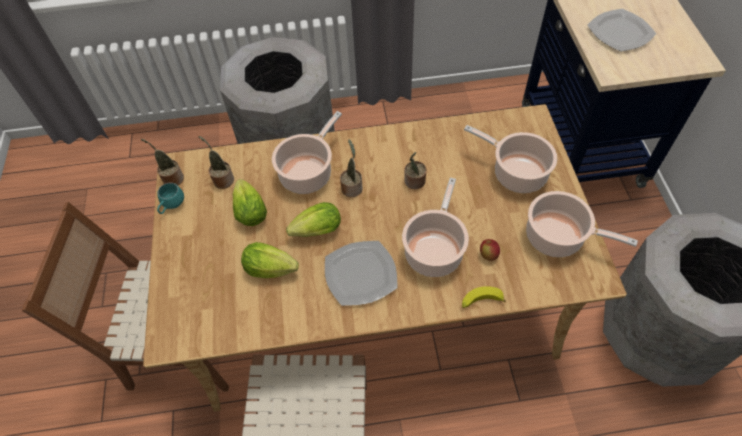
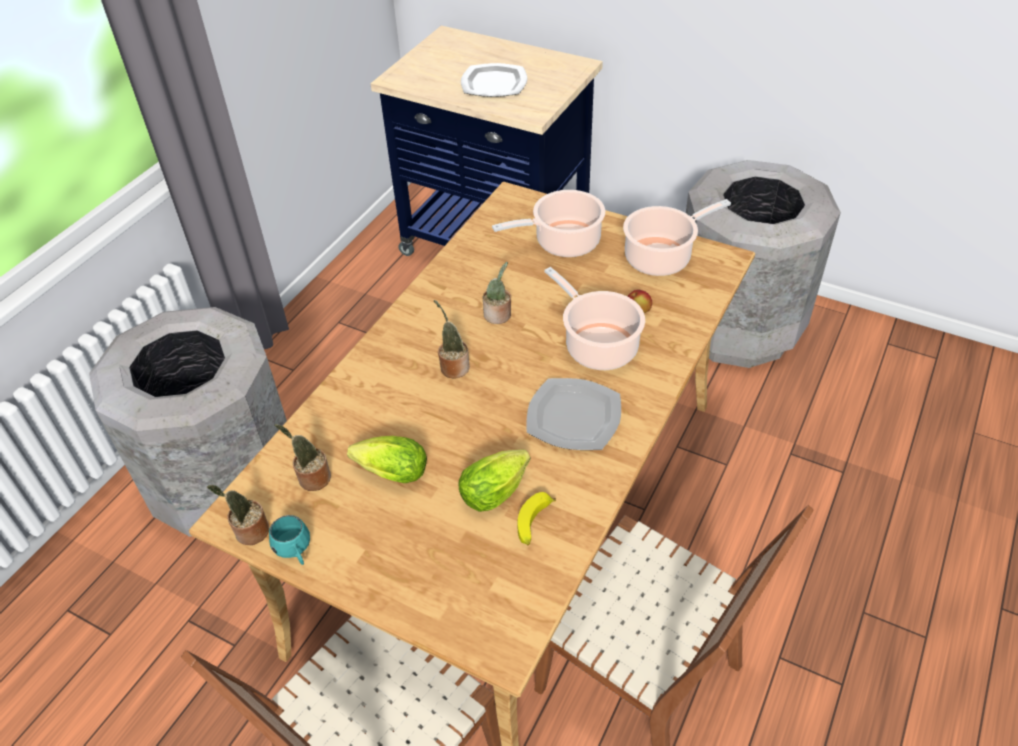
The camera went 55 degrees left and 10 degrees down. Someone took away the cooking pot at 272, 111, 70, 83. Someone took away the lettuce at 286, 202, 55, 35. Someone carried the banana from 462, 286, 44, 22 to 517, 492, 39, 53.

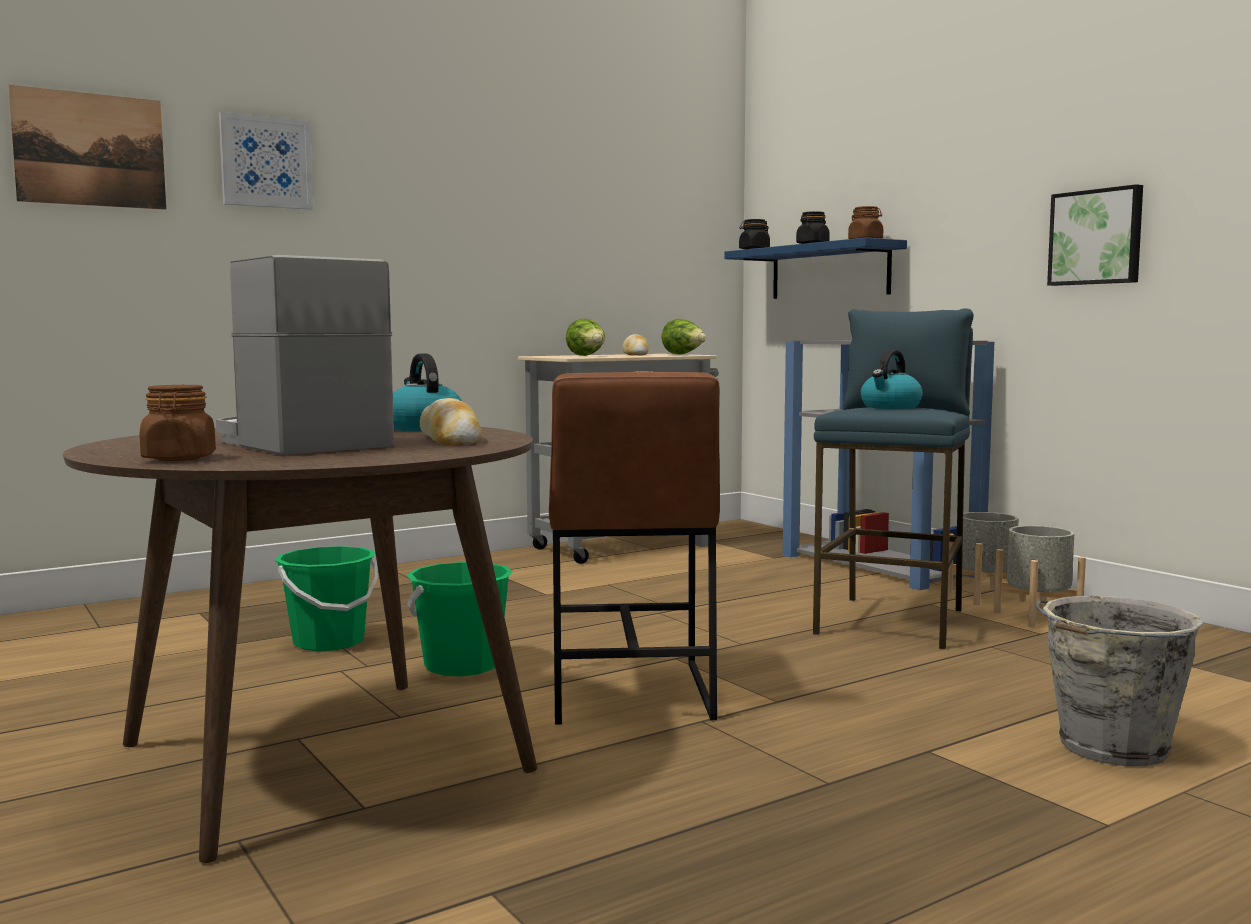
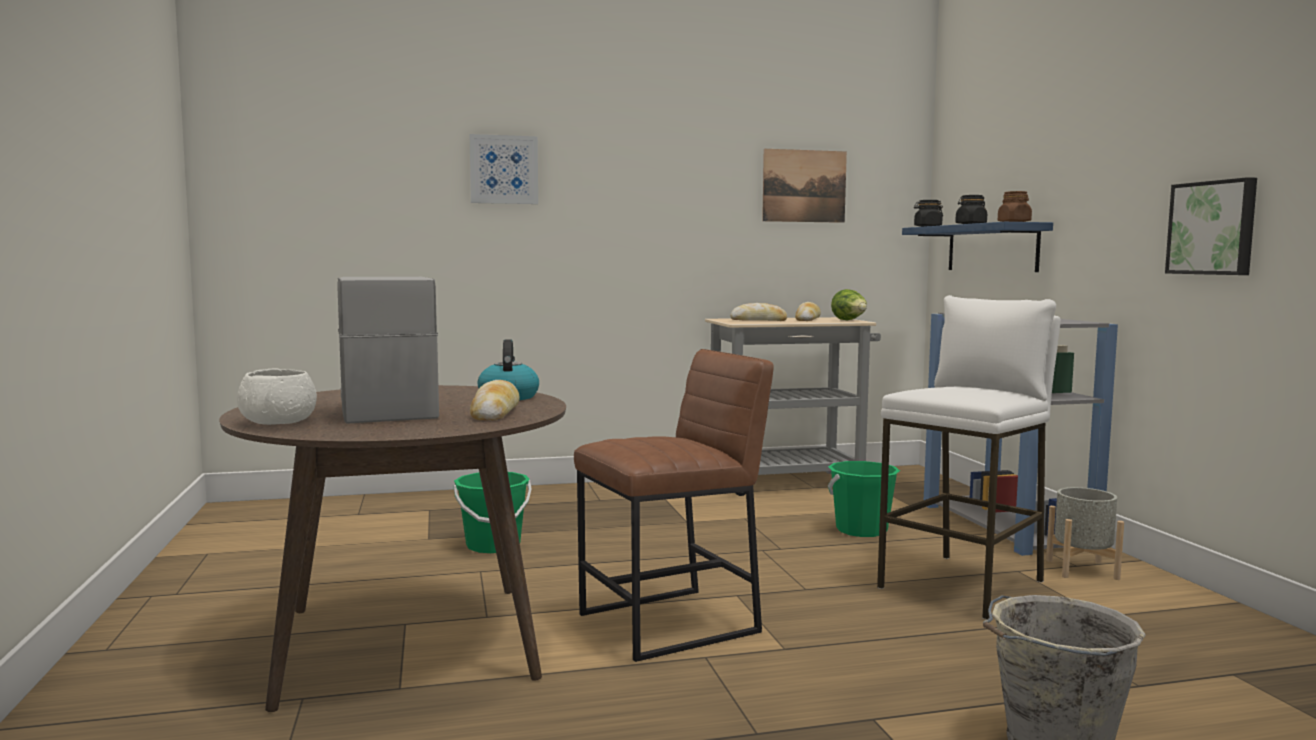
The camera went 20 degrees right and 0 degrees up. Someone carried the picture from 8, 85, 158, 125 to 762, 149, 85, 74. Someone repainted the stool (blue) at 813, 308, 161, 341, which became the stool (white) at 877, 295, 184, 325. Someone swapped the lettuce at 566, 319, 39, 37 for the bread at 730, 303, 57, 18. Someone took away the kettle at 861, 349, 62, 60. Someone rotated the chair (brown) at 549, 372, 171, 353 by 135 degrees counterclockwise. Someone swapped the jar (brown) at 140, 385, 76, 76 for the bowl (white) at 237, 369, 80, 56. Someone took away the planter (grey) at 994, 526, 92, 101. Someone carried the bucket (green) from 407, 562, 106, 115 to 828, 461, 72, 76.

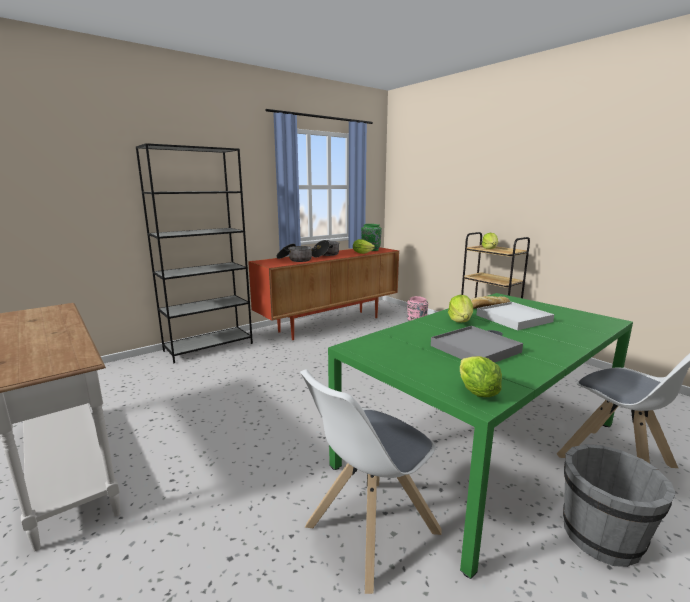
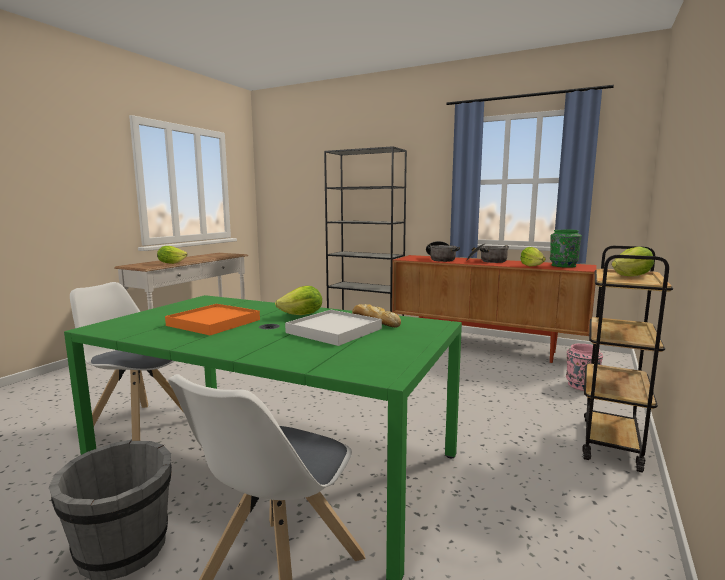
The camera went 65 degrees right and 5 degrees down. Someone repainted the tray (grey) at 431, 326, 92, 37, which became the tray (orange) at 165, 304, 95, 31. Someone carried the lettuce from 460, 356, 42, 41 to 157, 246, 30, 18.

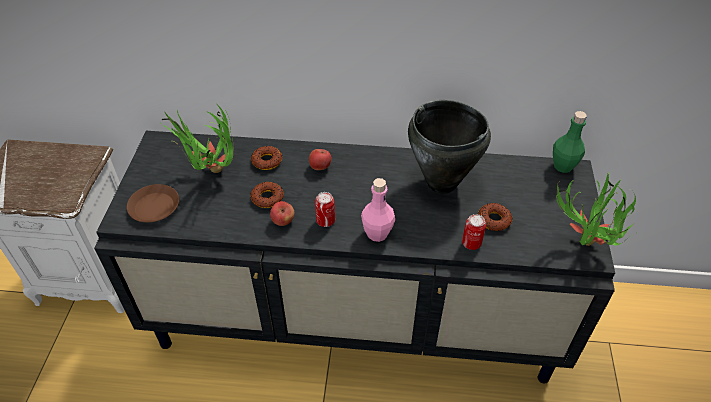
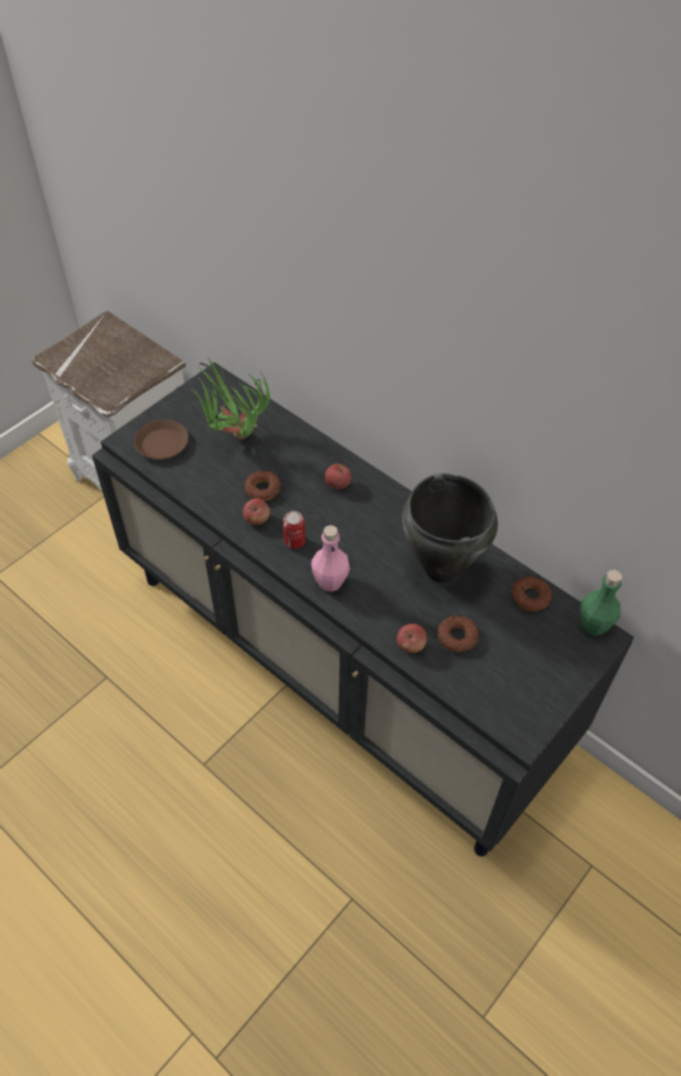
The camera went 35 degrees right and 5 degrees up. Someone carried the donut from 251, 146, 31, 24 to 512, 577, 40, 34. Someone took away the potted plant at 556, 172, 80, 74. Someone swapped the can at 462, 214, 24, 36 for the apple at 397, 624, 30, 29.

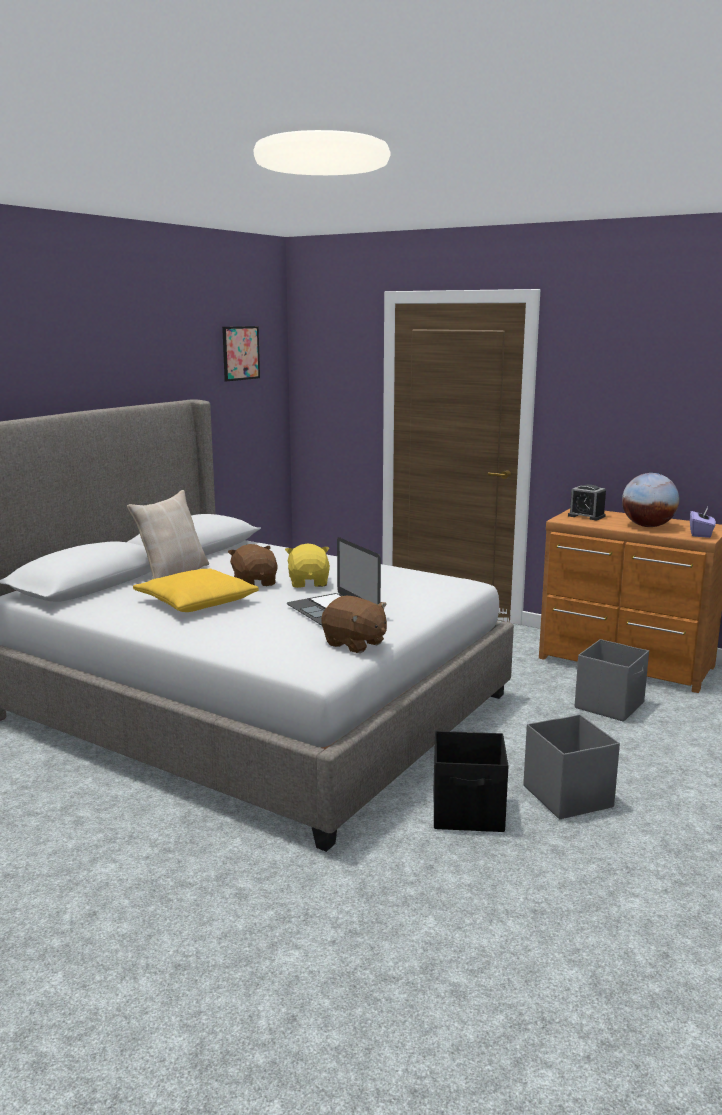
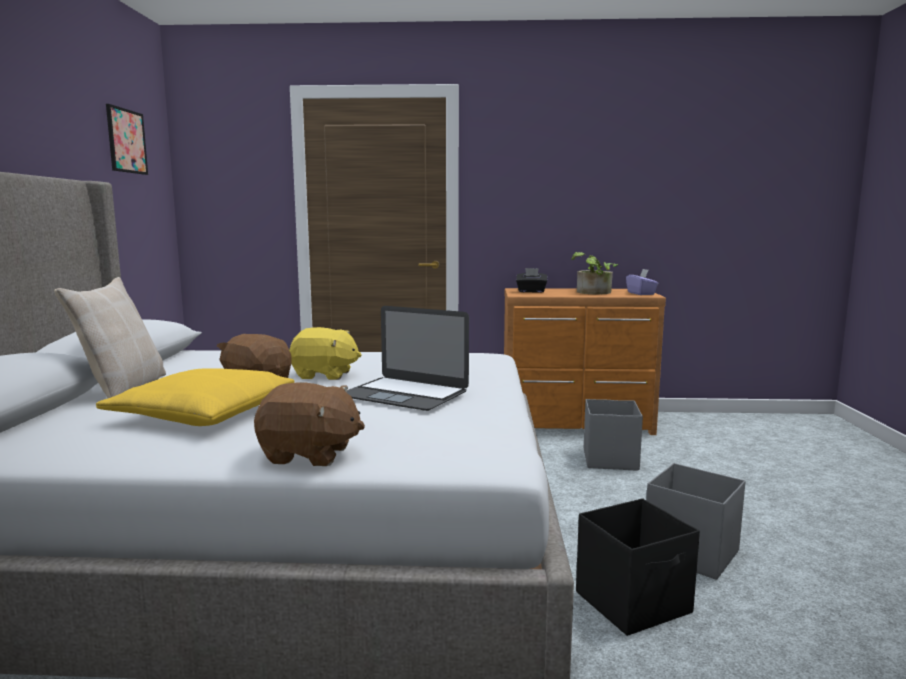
The camera went 30 degrees left and 5 degrees down. Someone swapped the globe at 622, 473, 57, 54 for the potted plant at 572, 252, 46, 43. Someone swapped the alarm clock at 568, 484, 38, 36 for the tissue box (black) at 516, 268, 31, 25. Someone rotated the plush toy (yellow) at 285, 543, 45, 45 by 135 degrees clockwise. Someone carried the plush toy (brown) from 321, 596, 66, 57 to 254, 383, 111, 83.

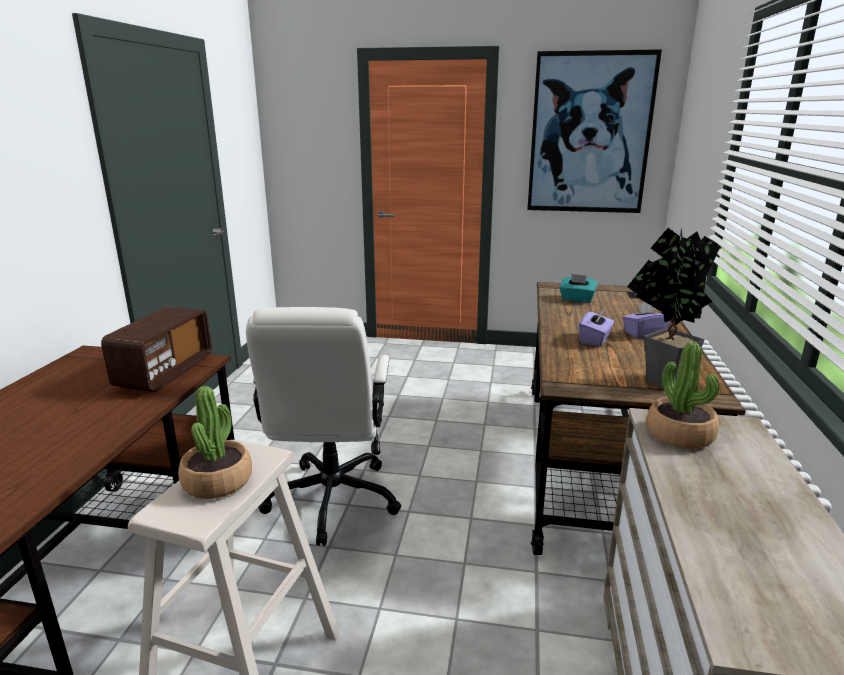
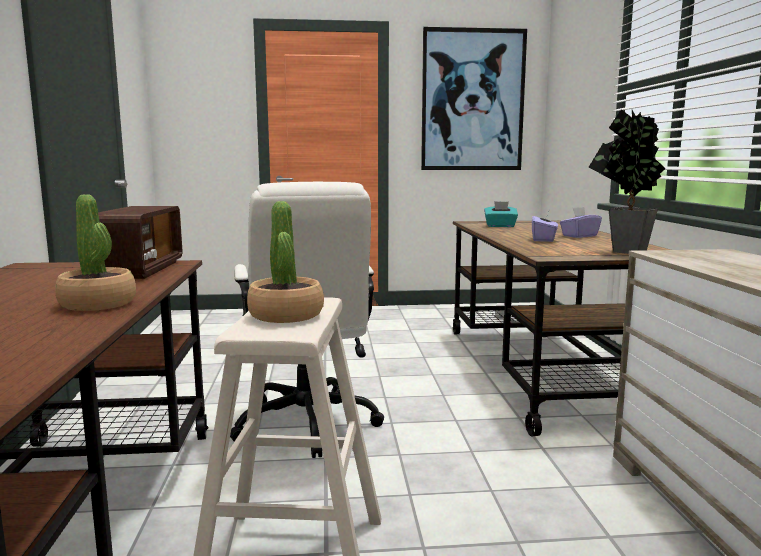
The camera went 15 degrees left and 10 degrees down. Someone carried the potted plant from 647, 342, 72, 107 to 55, 194, 81, 117.

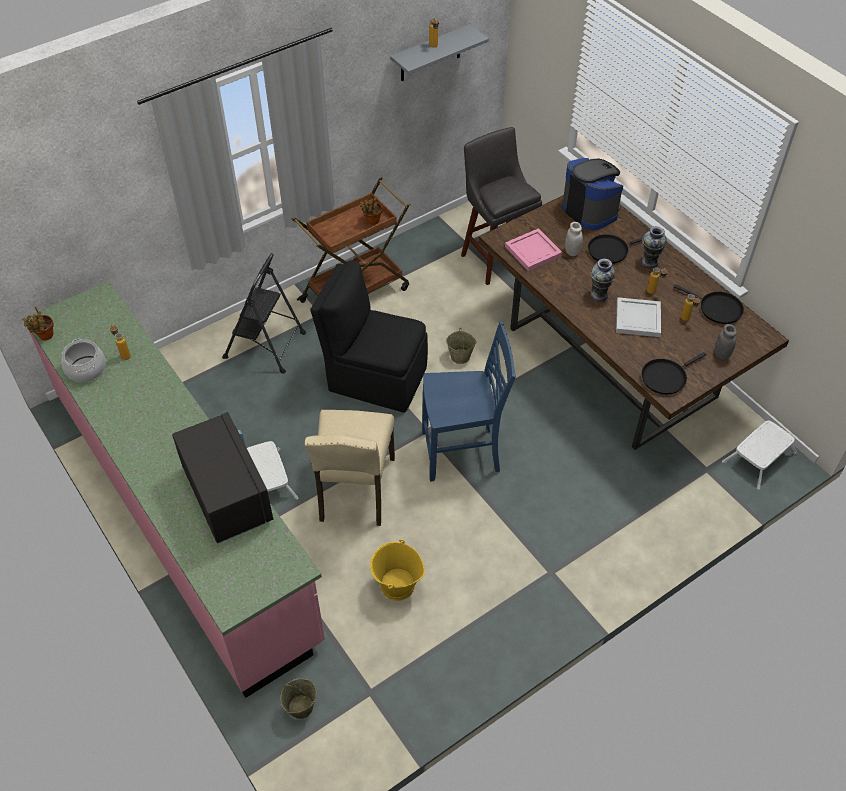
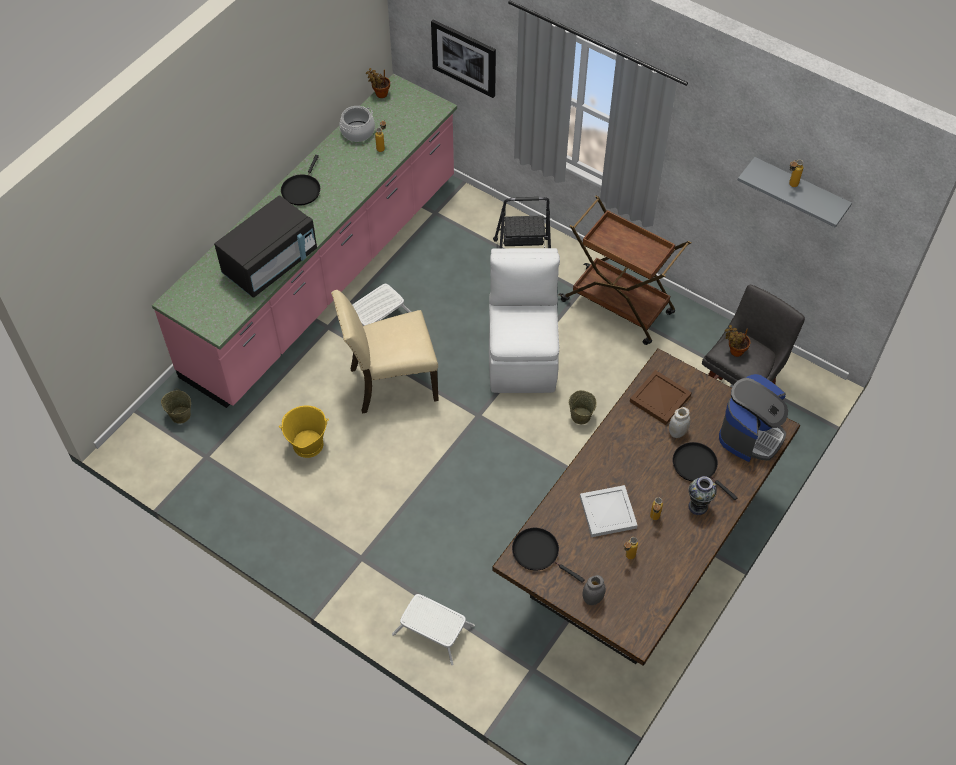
The camera went 70 degrees right and 5 degrees up. Someone carried the potted plant from 360, 193, 22, 31 to 725, 325, 25, 32. Someone repainted the tray (pink) at 505, 228, 57, 43, which became the tray (brown) at 630, 370, 62, 55. Someone took away the vase at 590, 259, 25, 42. Someone repainted the chair (black) at 310, 260, 118, 153, which became the chair (white) at 489, 248, 71, 145. Someone carried the frying pan (black) from 674, 284, 70, 40 to 281, 155, 39, 50. Someone took away the chair (blue) at 422, 322, 94, 159. Someone carried the step ladder (white) from 722, 420, 75, 70 to 392, 594, 83, 71. Someone put up the picture at 431, 20, 65, 78.

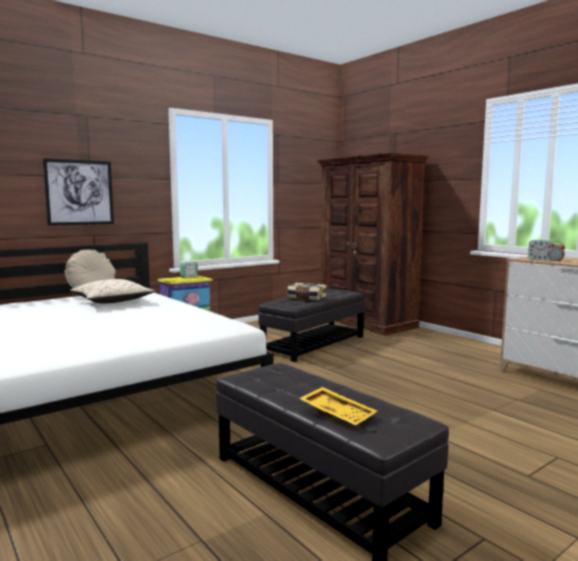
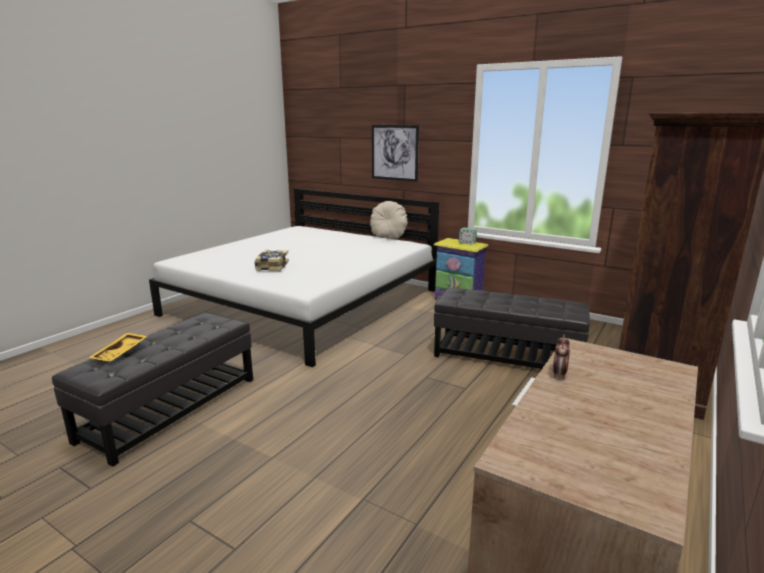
The camera went 70 degrees right and 10 degrees up. Someone took away the alarm clock at 528, 240, 24, 21. Someone took away the pillow (beige) at 70, 279, 85, 24. Someone carried the book from 288, 283, 38, 17 to 254, 250, 35, 21.

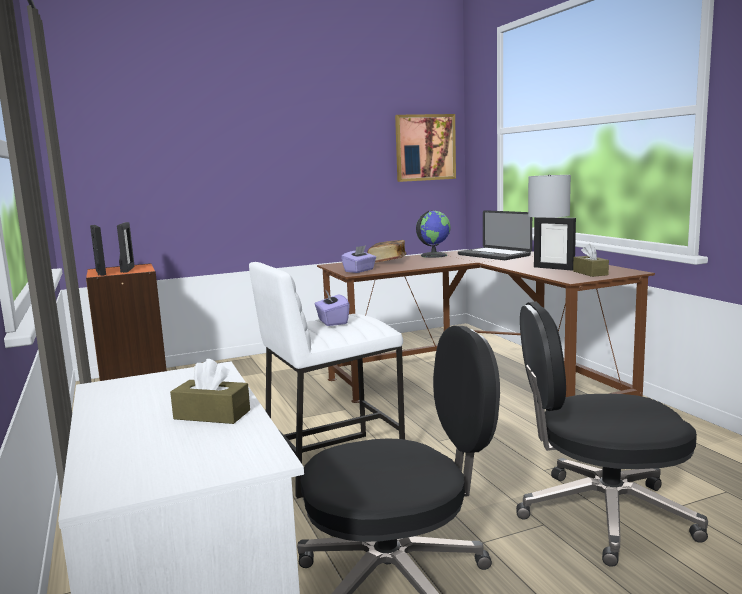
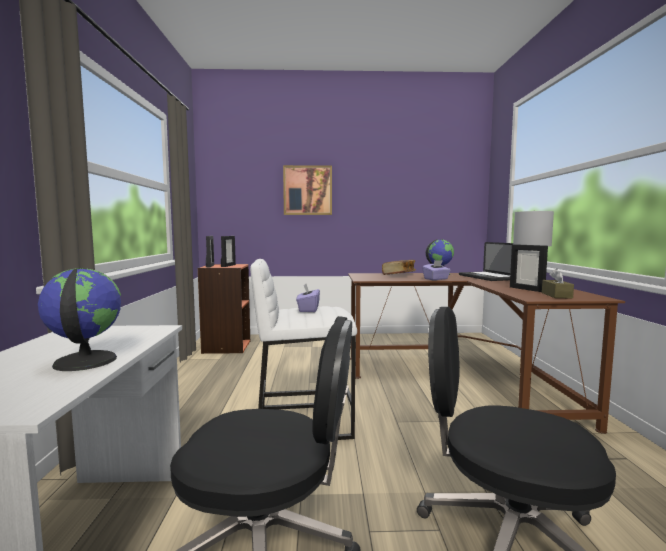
The camera went 20 degrees right and 5 degrees down. Someone carried the picture from 395, 114, 61, 68 to 283, 165, 49, 50. Someone carried the tissue box (purple) from 341, 245, 35, 28 to 422, 260, 29, 20. Someone swapped the tissue box (brown) at 170, 359, 80, 65 for the globe at 38, 268, 83, 103.

